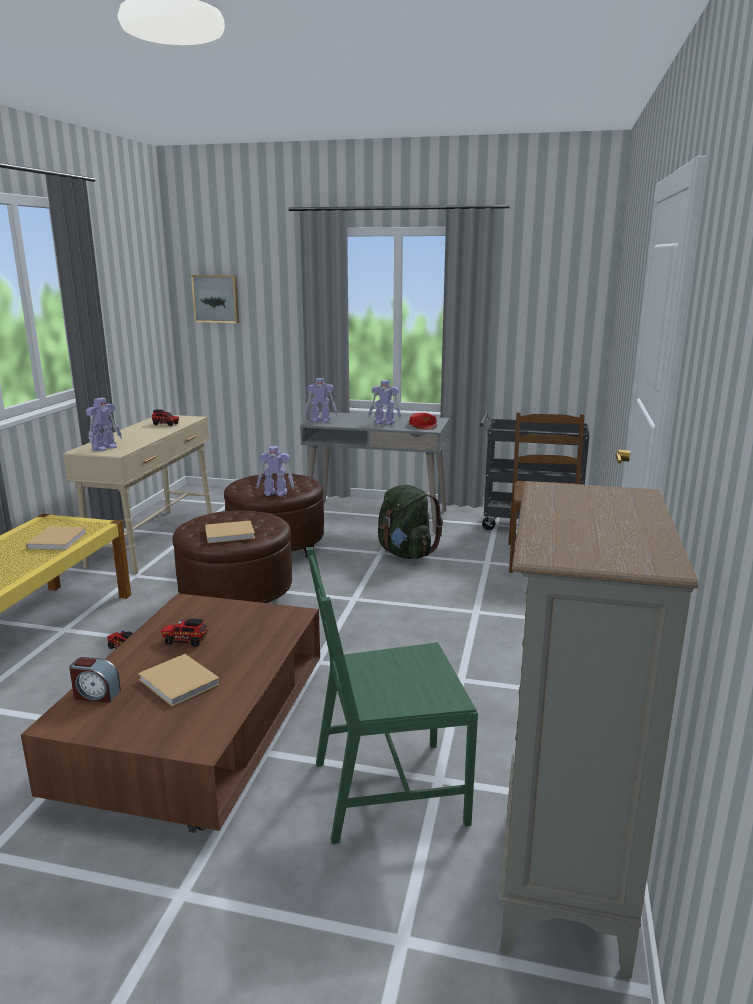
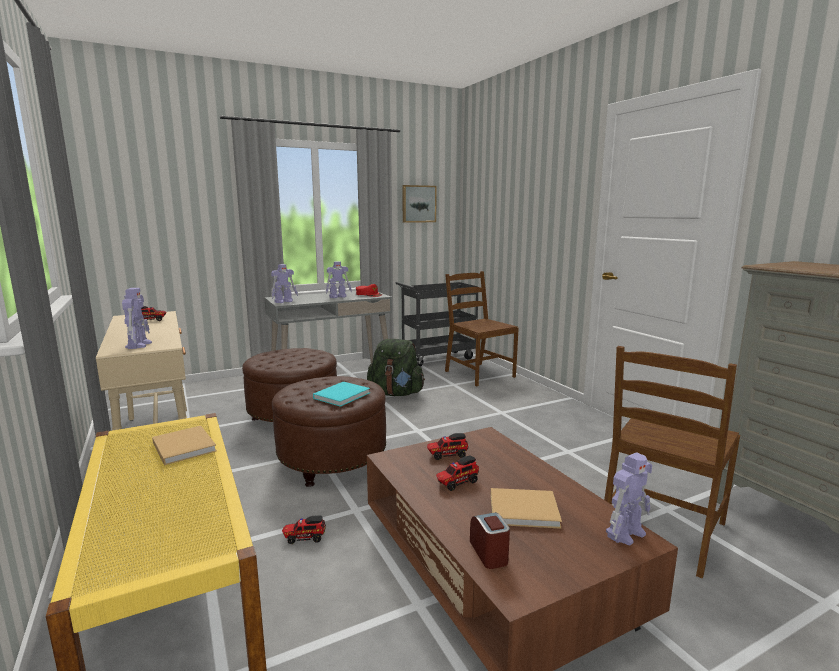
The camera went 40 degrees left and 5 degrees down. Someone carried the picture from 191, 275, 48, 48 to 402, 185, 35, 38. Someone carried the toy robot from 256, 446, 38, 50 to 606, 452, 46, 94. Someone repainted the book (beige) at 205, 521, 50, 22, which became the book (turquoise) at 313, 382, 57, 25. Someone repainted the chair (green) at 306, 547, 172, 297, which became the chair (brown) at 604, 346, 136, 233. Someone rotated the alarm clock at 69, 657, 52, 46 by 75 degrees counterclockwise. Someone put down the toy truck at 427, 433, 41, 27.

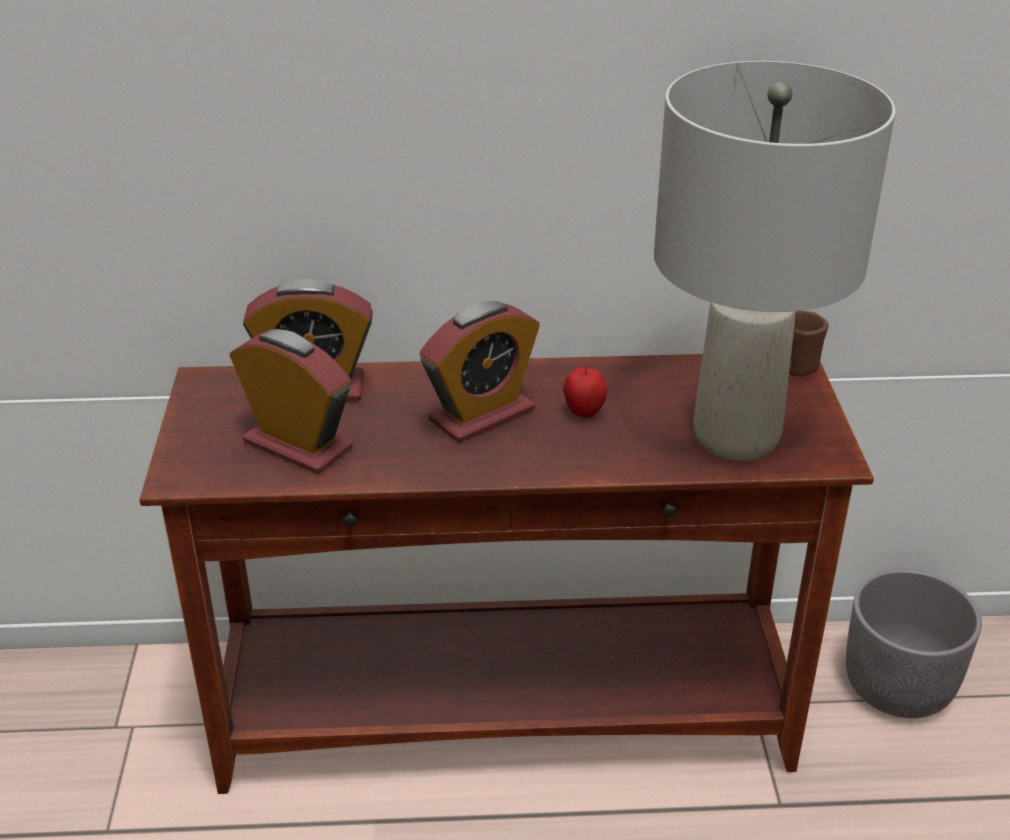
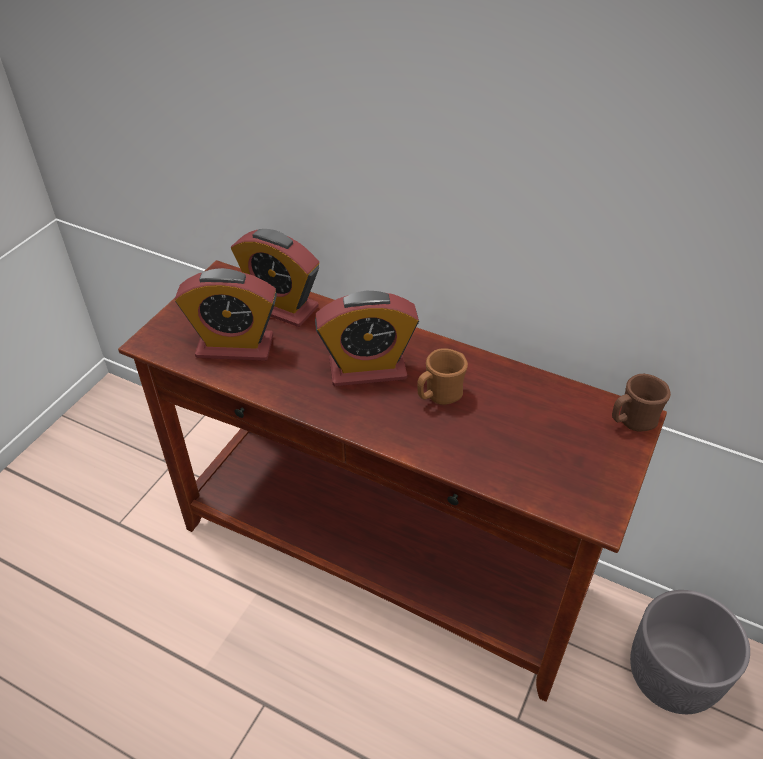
The camera went 30 degrees right and 10 degrees up. Someone took away the table lamp (grey) at 654, 61, 241, 400. Someone rotated the alarm clock at 229, 329, 124, 145 by 120 degrees clockwise. Someone swapped the apple at 563, 365, 44, 53 for the mug (brown) at 417, 348, 51, 57.

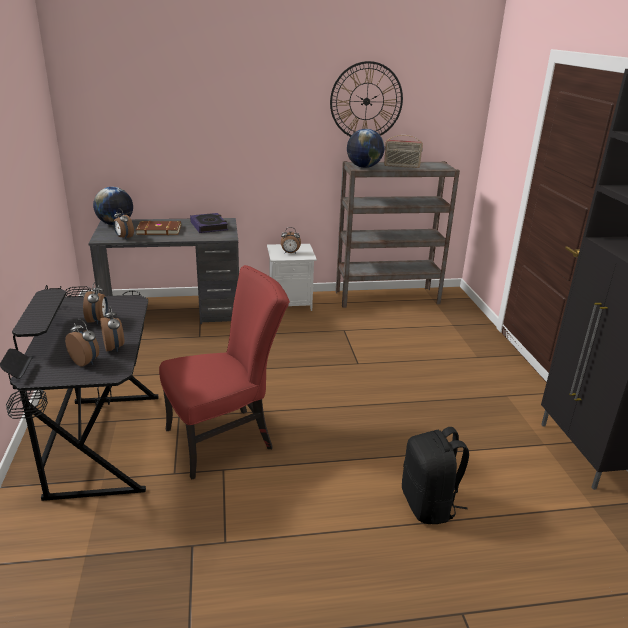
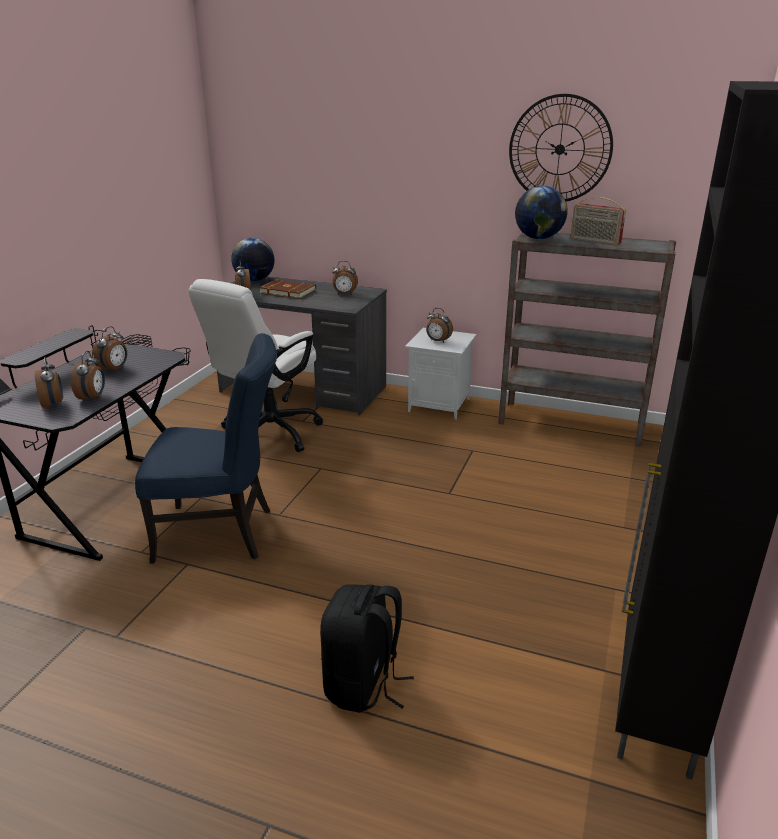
The camera went 30 degrees right and 0 degrees up. Someone swapped the book at 190, 213, 38, 20 for the alarm clock at 332, 261, 26, 34. Someone repainted the chair (red) at 159, 265, 131, 215, which became the chair (blue) at 135, 333, 142, 231. Someone put down the office chair (white) at 188, 279, 135, 173.

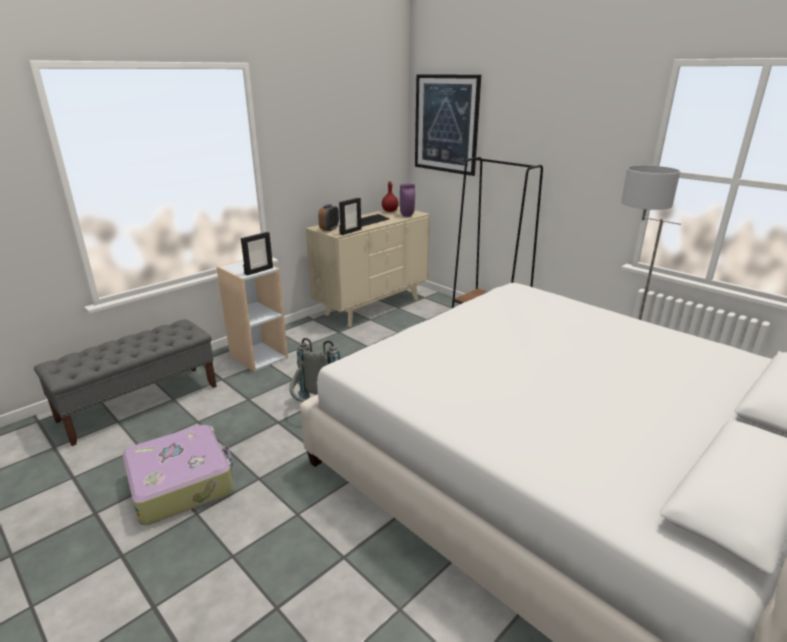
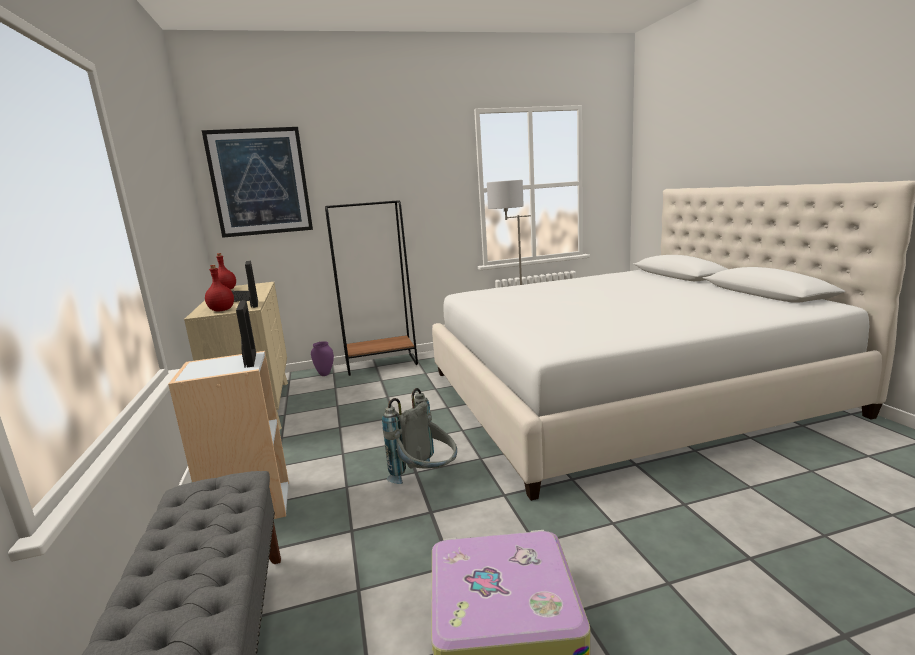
The camera went 60 degrees left and 10 degrees down. Someone carried the vase (purple) from 400, 184, 15, 33 to 311, 341, 23, 35. Someone swapped the alarm clock at 318, 204, 21, 27 for the bottle (red) at 205, 265, 29, 46.

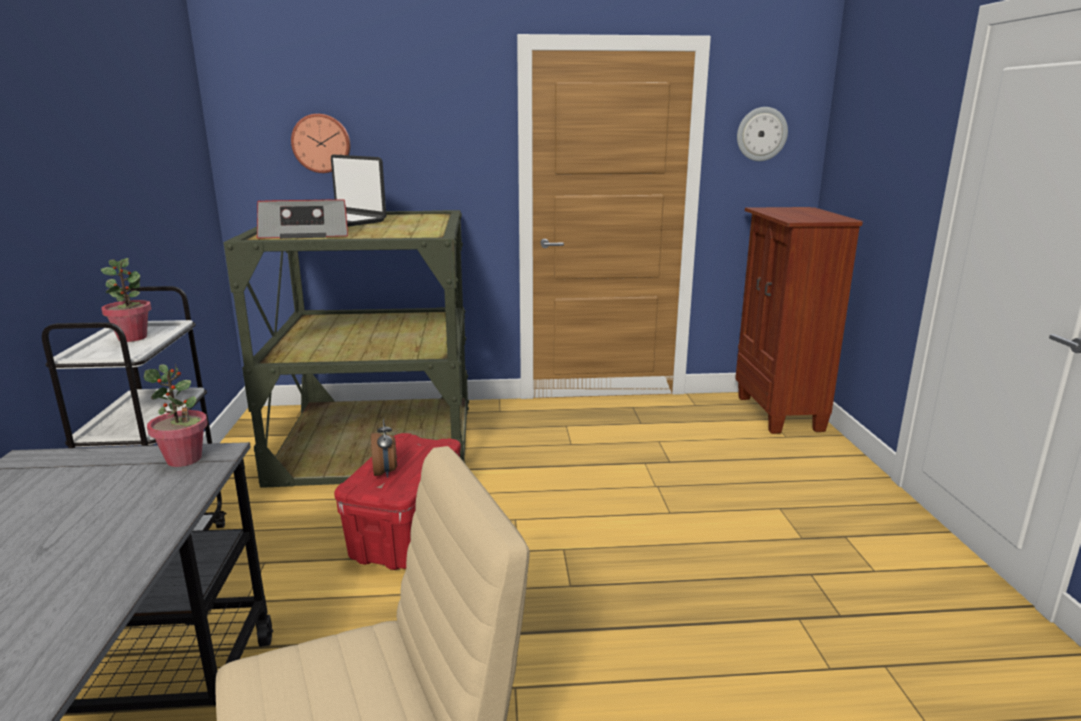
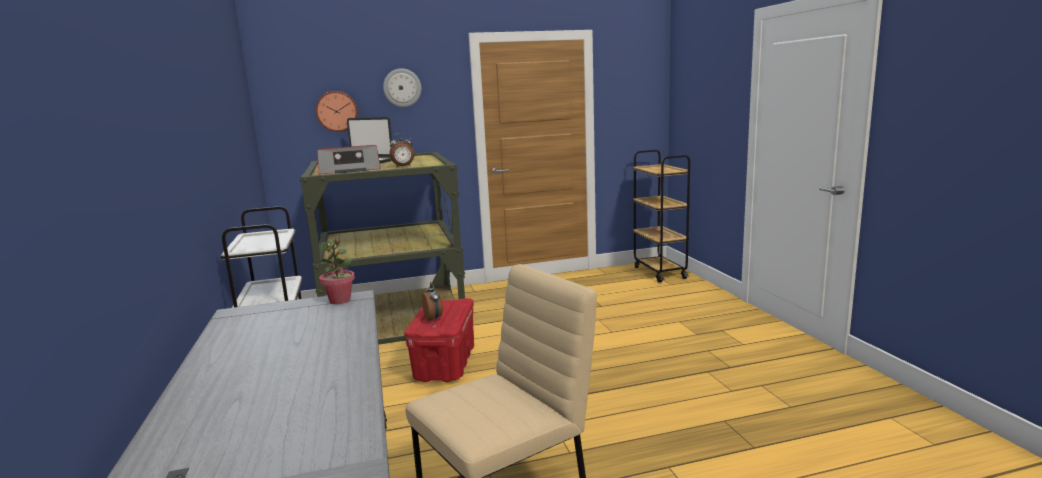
The camera went 10 degrees left and 5 degrees down. Someone carried the wall clock from 737, 107, 51, 54 to 383, 68, 38, 39. Someone swapped the cabinet (brown) at 736, 207, 127, 227 for the cart (brown) at 633, 150, 58, 133. Someone took away the potted plant at 101, 258, 50, 84. Someone put down the alarm clock at 389, 133, 26, 34.

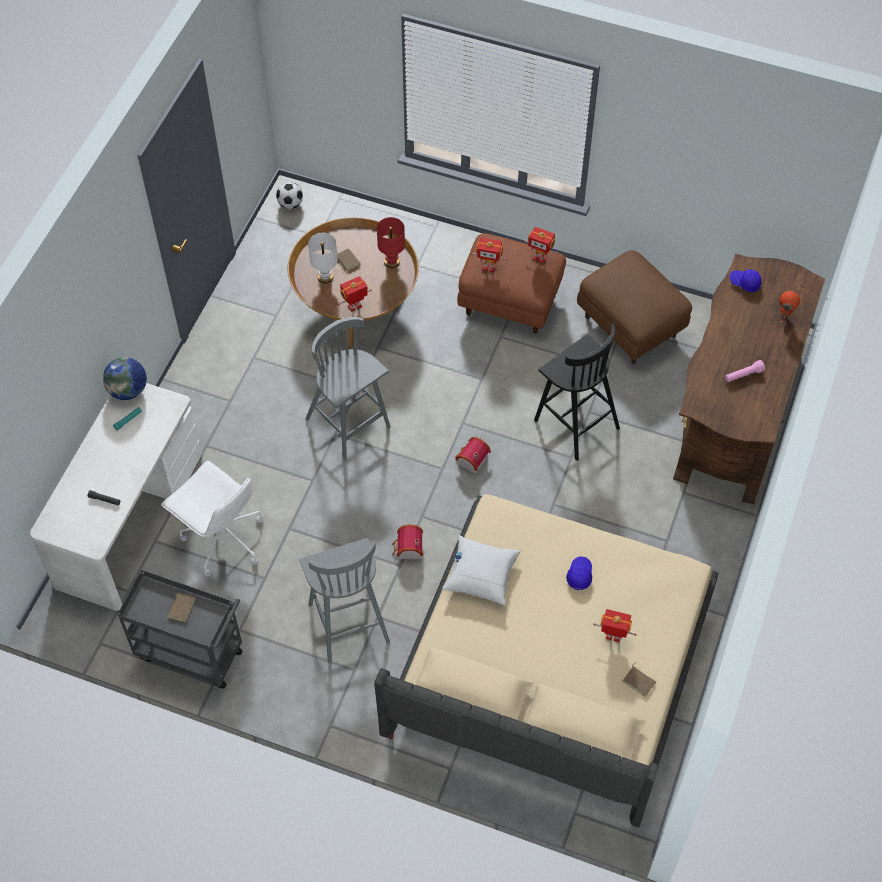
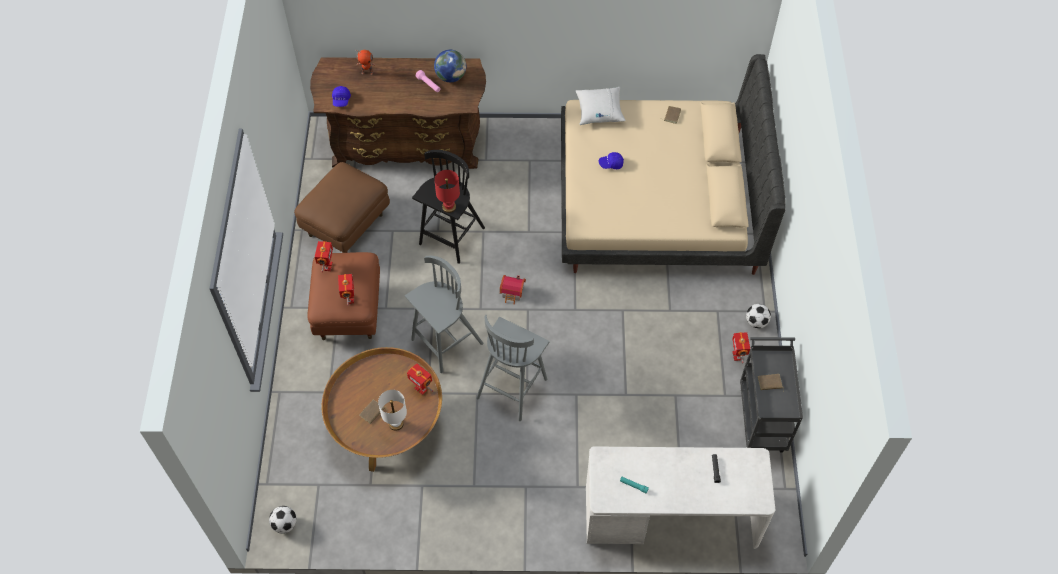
The camera went 110 degrees left and 0 degrees up. Someone carried the table lamp (red) from 377, 217, 28, 51 to 434, 170, 26, 43. Someone carried the globe from 103, 357, 44, 43 to 434, 50, 32, 32. Someone took away the office chair (white) at 161, 461, 102, 116. Someone took away the toy house at 392, 525, 31, 34. Someone carried the pillow (grey) from 442, 535, 79, 70 to 576, 87, 50, 38. Someone carried the stool (grey) from 299, 538, 91, 124 to 405, 256, 78, 117. Someone carried the toy robot from 593, 609, 44, 33 to 732, 332, 18, 31. Someone put down the football at 746, 304, 25, 24.

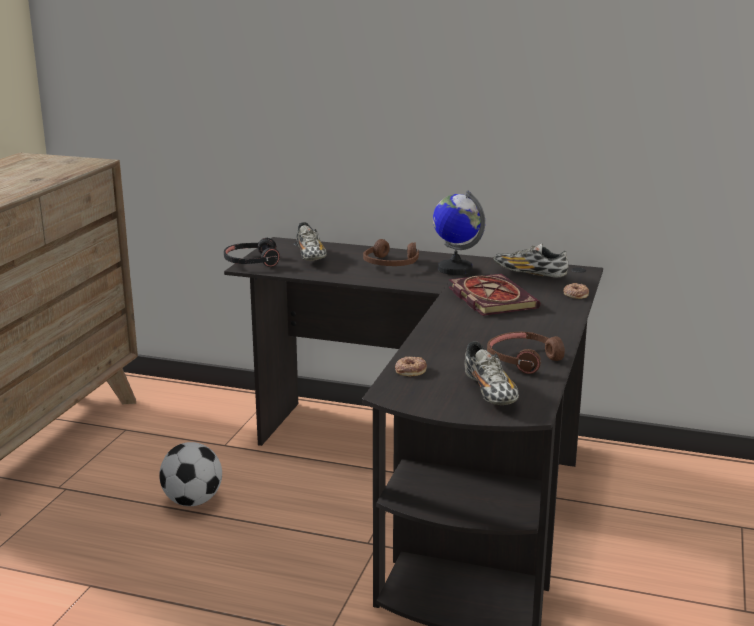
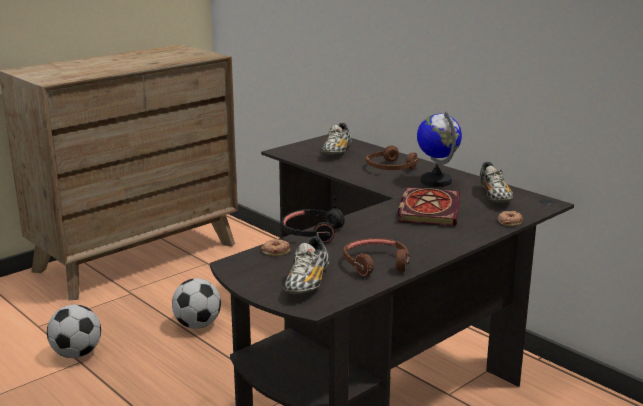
The camera went 30 degrees right and 0 degrees up. Someone carried the headphones (black) from 224, 238, 56, 29 to 282, 208, 63, 35. Someone rotated the shoe at 493, 243, 76, 35 by 150 degrees counterclockwise. Someone put down the football at 47, 305, 54, 53.

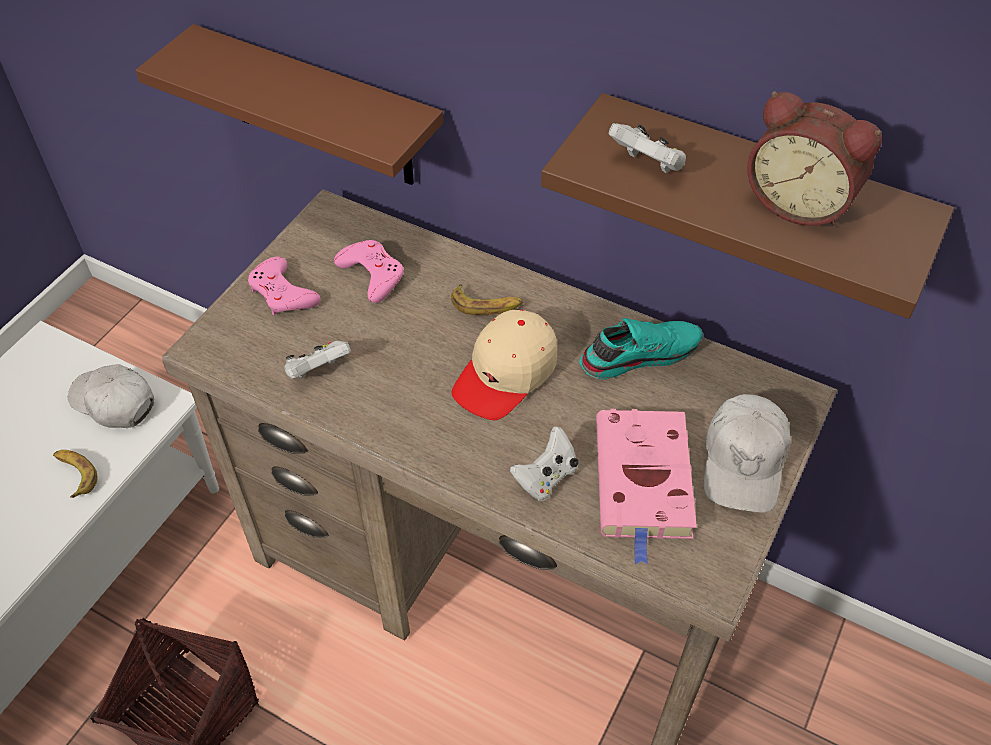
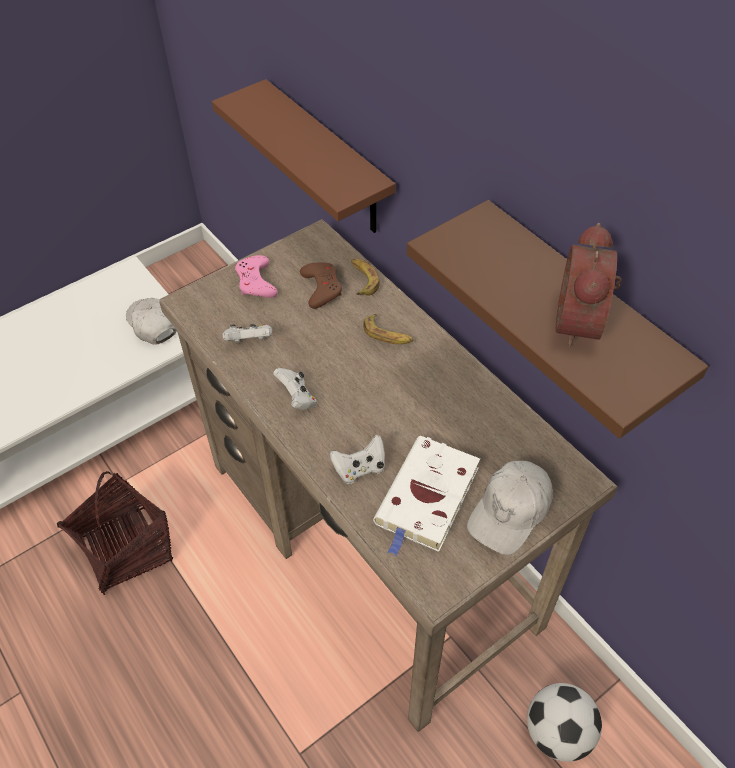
The camera went 25 degrees right and 0 degrees up. Someone rotated the alarm clock at 747, 91, 135, 137 by 45 degrees clockwise. Someone carried the game controller (white) from 608, 123, 78, 50 to 273, 368, 44, 42. Someone repainted the game controller (pink) at 334, 240, 70, 63, which became the game controller (brown) at 300, 262, 42, 47. Someone took away the cap (beige) at 452, 310, 105, 110. Someone took away the shoe (turquoise) at 579, 318, 124, 61. Someone repainted the book (pink) at 596, 409, 101, 156, which became the book (white) at 373, 436, 107, 120. Someone carried the banana from 53, 450, 45, 48 to 351, 259, 29, 37. Someone put down the football at 527, 683, 75, 79.

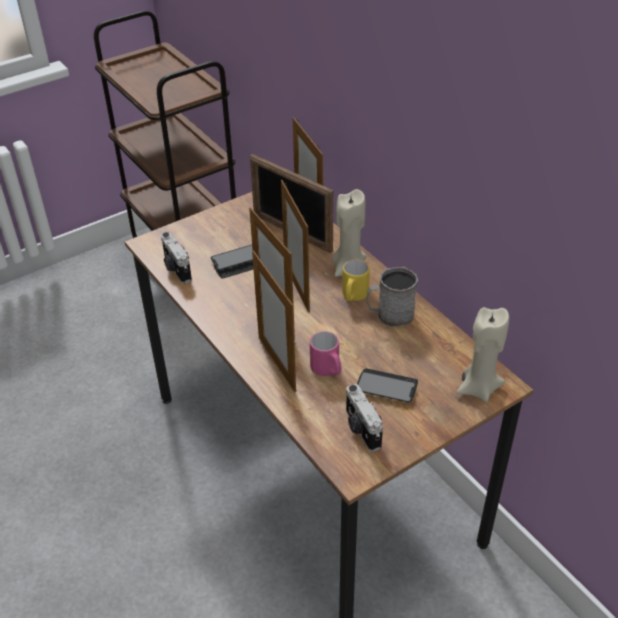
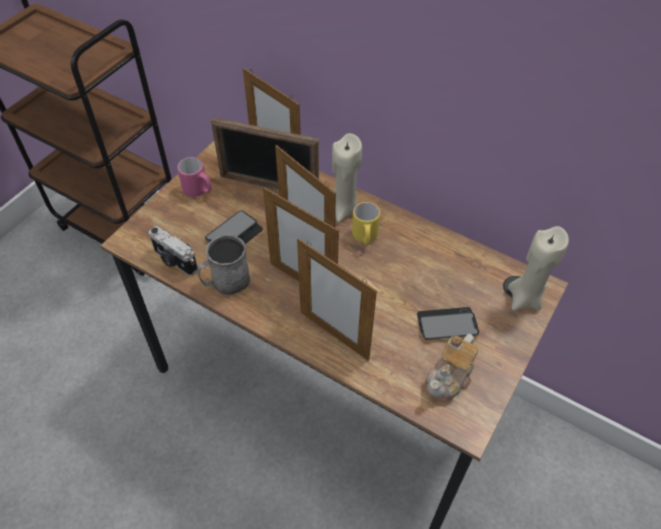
The camera went 25 degrees left and 10 degrees up. Someone carried the mug (grey) from 367, 267, 51, 60 to 197, 234, 53, 62. Someone carried the mug (pink) from 310, 331, 31, 45 to 177, 157, 35, 40. Someone swapped the photo camera at 346, 384, 37, 68 for the teapot at 425, 334, 53, 67.

